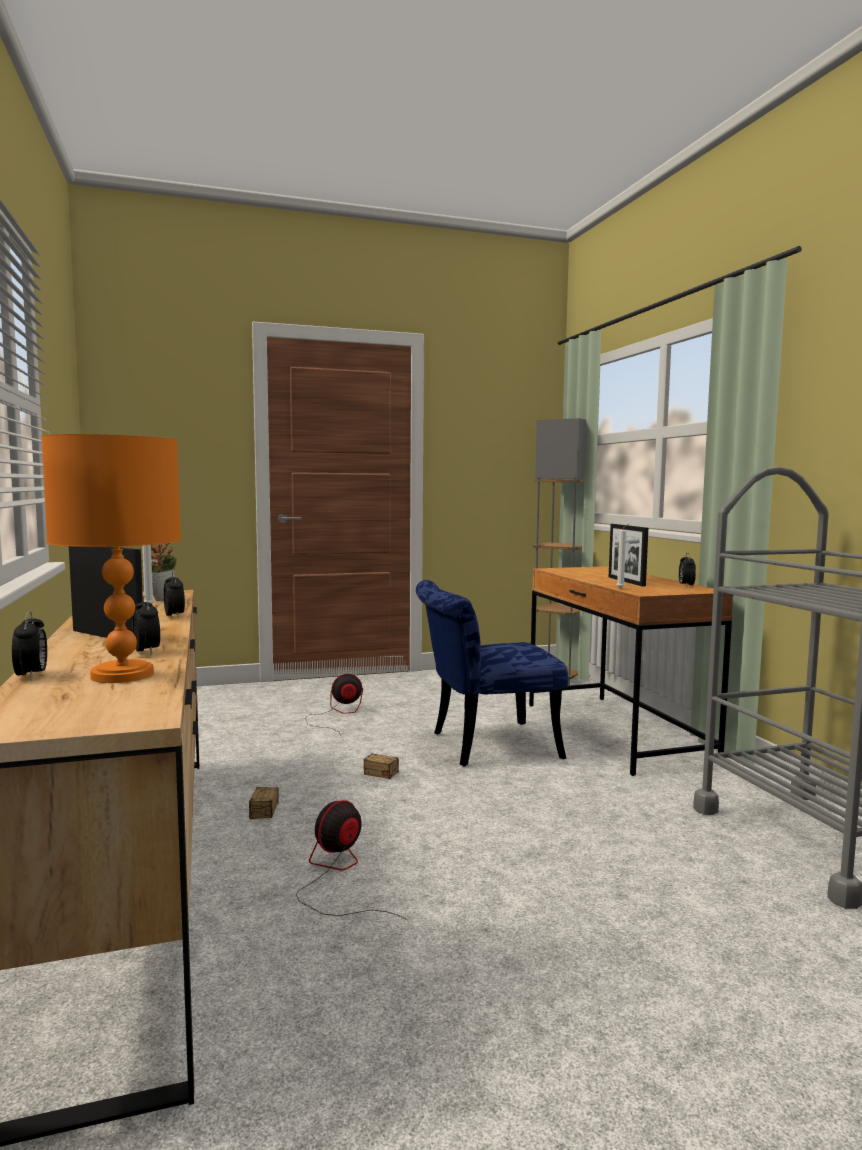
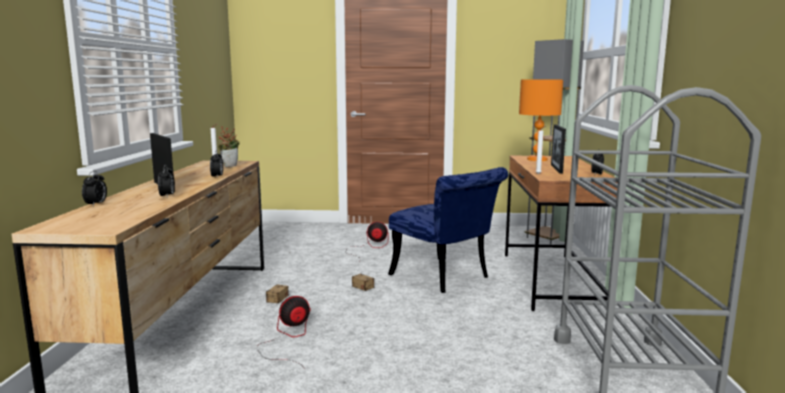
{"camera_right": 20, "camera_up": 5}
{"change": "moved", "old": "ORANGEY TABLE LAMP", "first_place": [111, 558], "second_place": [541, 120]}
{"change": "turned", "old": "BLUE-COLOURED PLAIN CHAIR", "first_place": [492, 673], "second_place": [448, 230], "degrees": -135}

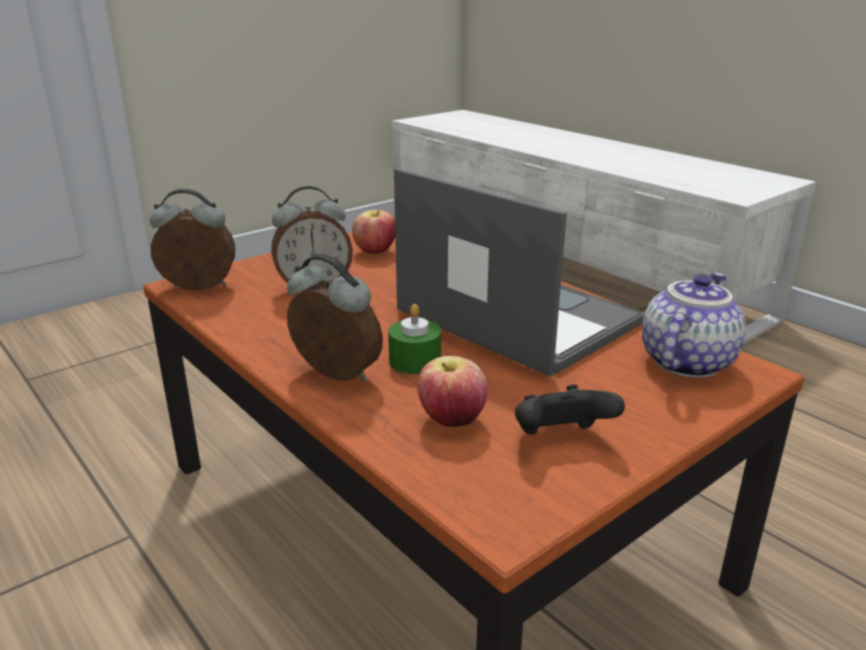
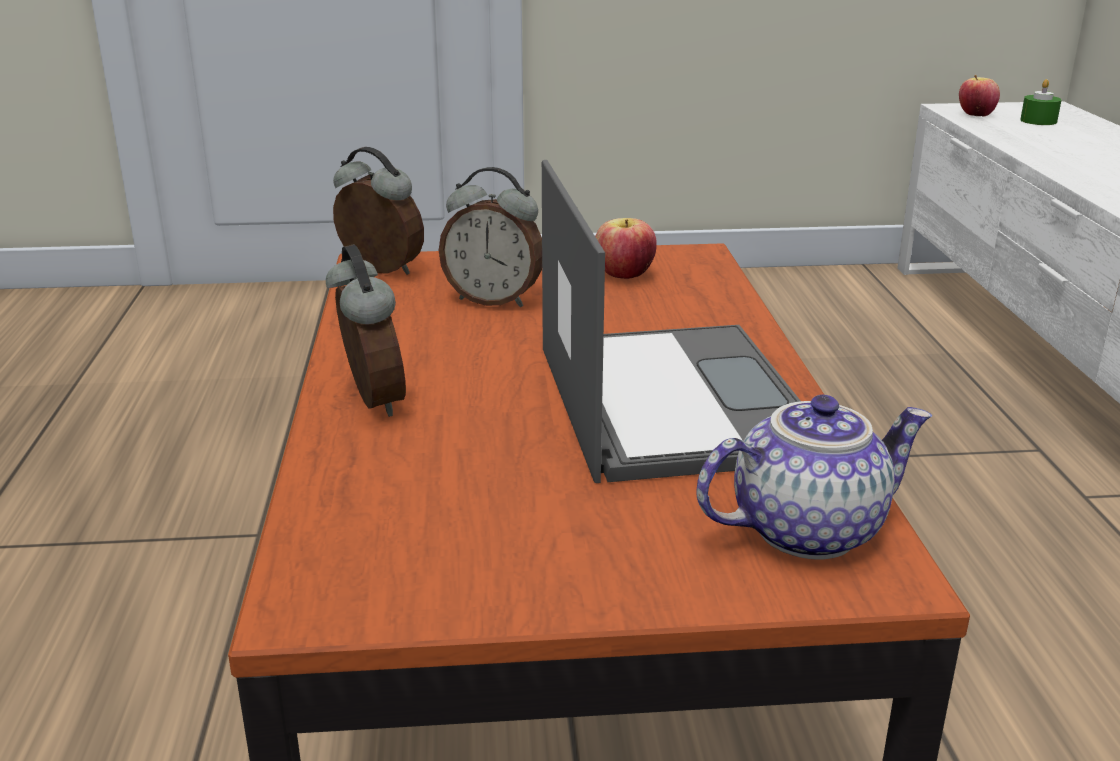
{"camera_right": 35, "camera_up": 0}
{"change": "moved", "old": "GREEN-COLOURED WAX CANDLE", "first_place": [414, 339], "second_place": [1041, 102]}
{"change": "moved", "old": "APPLE", "first_place": [452, 391], "second_place": [979, 96]}
{"change": "removed", "old": "BLACK GAME CONTROLLER", "first_place": [570, 410]}

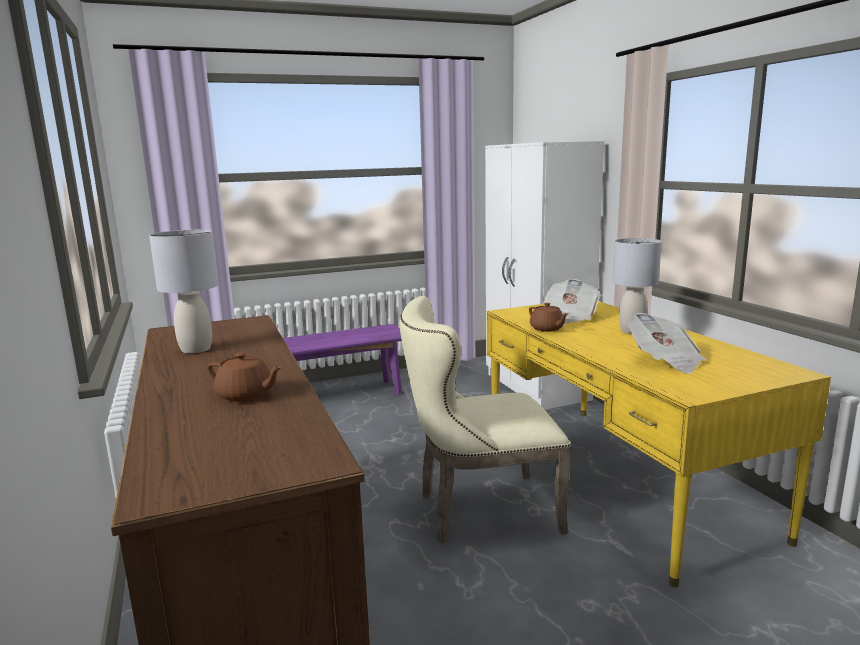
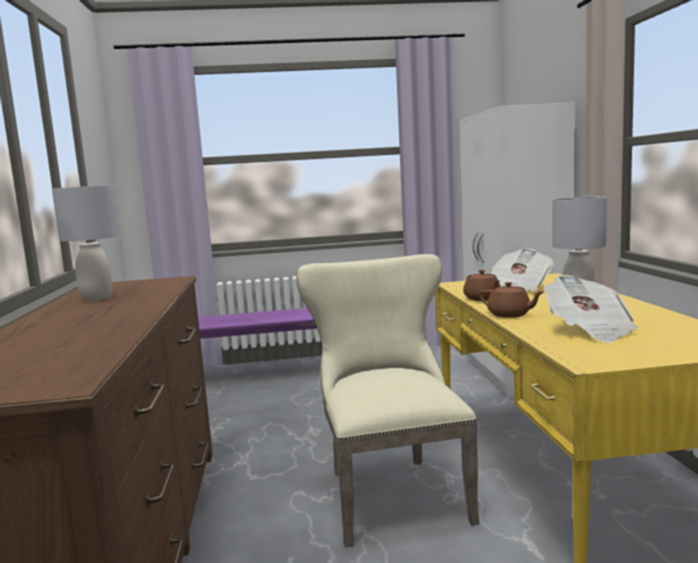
{"camera_right": 15, "camera_up": -5}
{"change": "moved", "old": "BROWNISH POT FOR TEA", "first_place": [244, 377], "second_place": [512, 300]}
{"change": "turned", "old": "BEIGE-COLOURED PLAIN CHAIR", "first_place": [485, 420], "second_place": [387, 400], "degrees": 75}

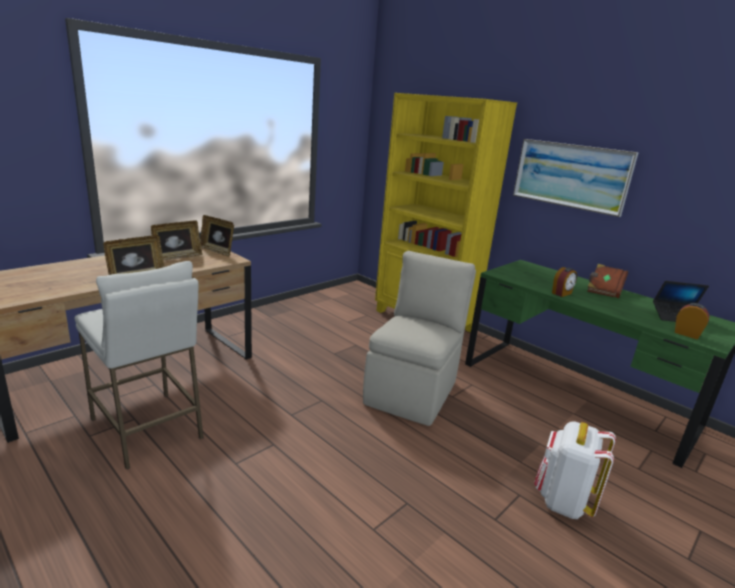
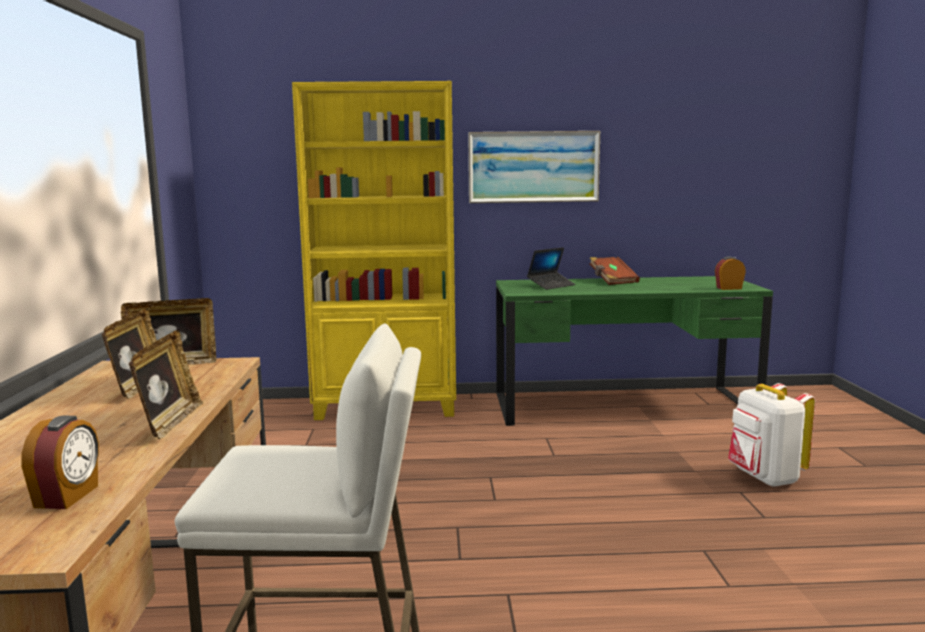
{"camera_right": -45, "camera_up": -10}
{"change": "removed", "old": "BEIGE-COLOURED PLAIN CHAIR", "first_place": [419, 338]}
{"change": "moved", "old": "BEDSIDE CLOCK", "first_place": [564, 282], "second_place": [60, 462]}
{"change": "moved", "old": "NOTEBOOK COMPUTER", "first_place": [681, 301], "second_place": [551, 268]}

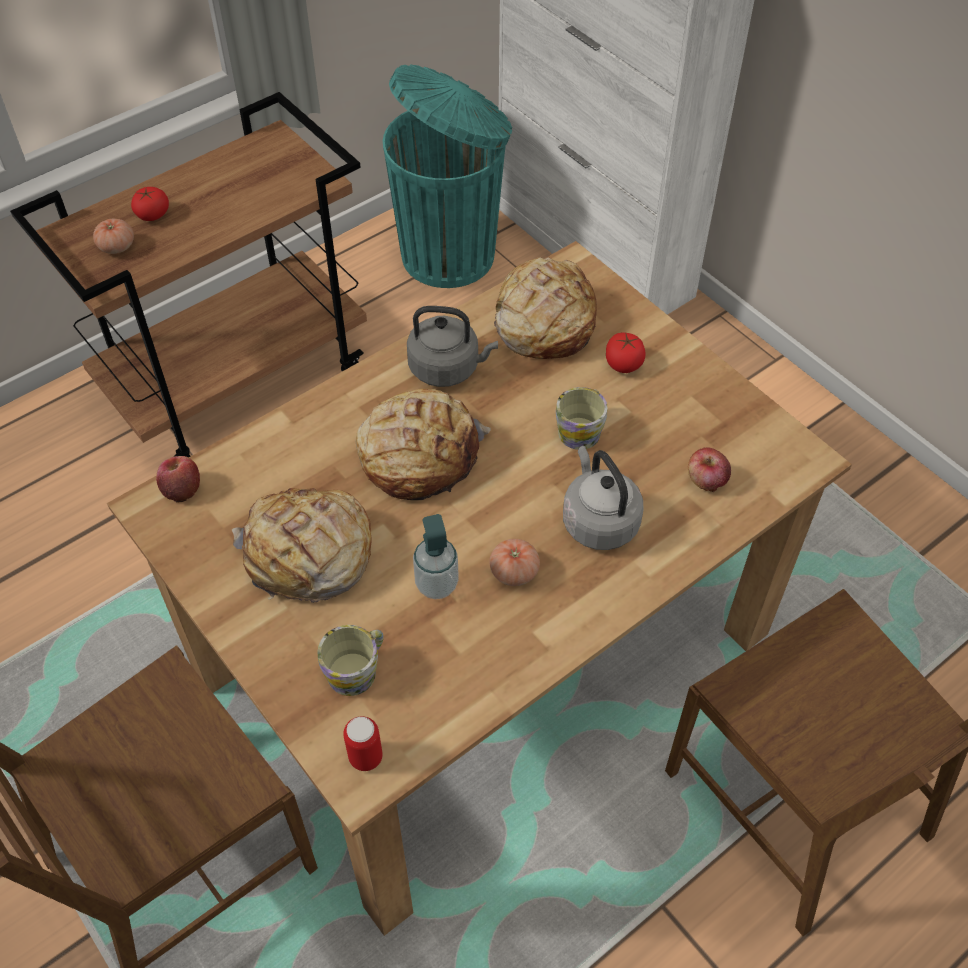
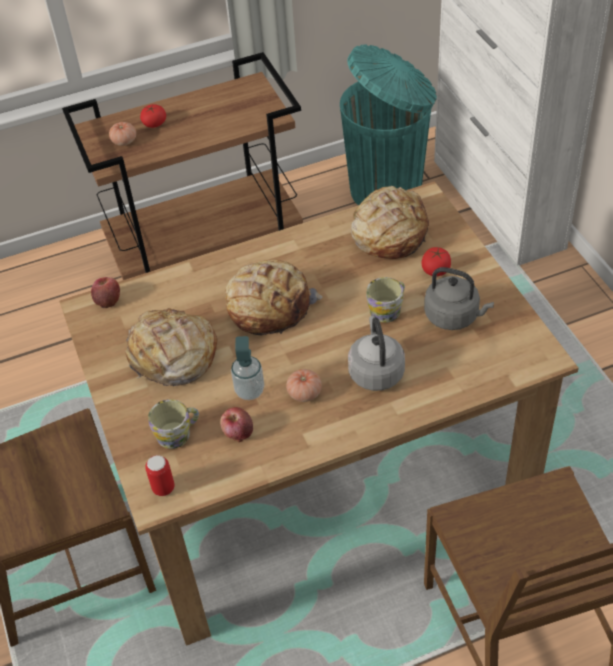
{"camera_right": 20, "camera_up": -5}
{"change": "moved", "old": "GREY TEA KETTLE", "first_place": [452, 346], "second_place": [459, 298]}
{"change": "moved", "old": "APPLE", "first_place": [709, 469], "second_place": [236, 424]}

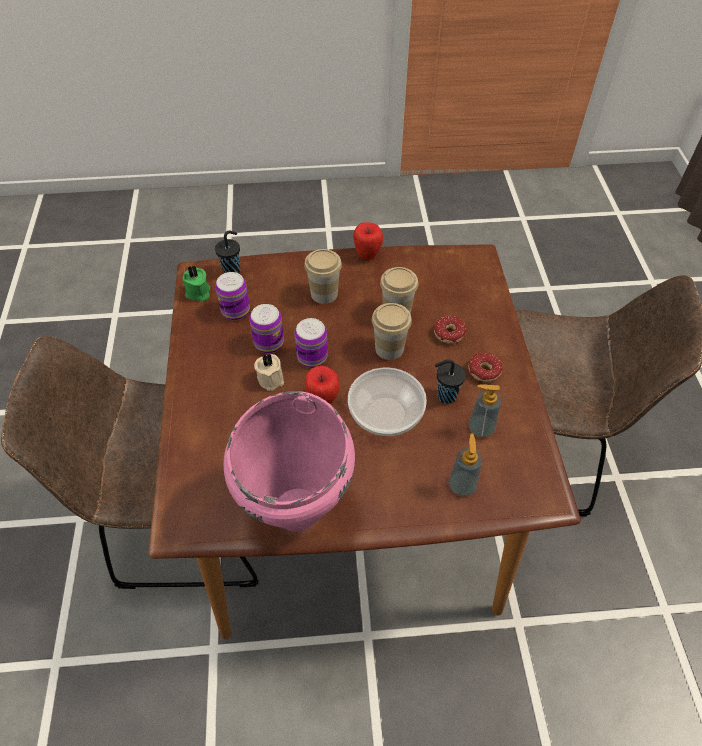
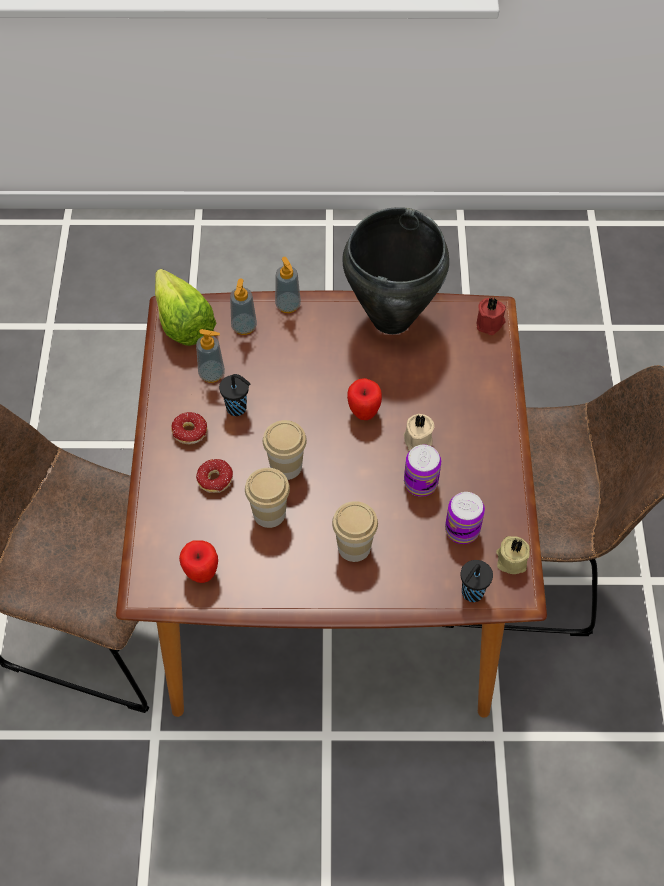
{"camera_right": -175, "camera_up": 5}
{"change": "recoloured", "old": "GREEN-COLOURED WAX CANDLE", "new": "BEIGE-COLOURED WAX CANDLE", "first_place": [196, 284], "second_place": [513, 555]}
{"change": "recoloured", "old": "PINK SAUCEPOT", "new": "BLACK SAUCEPOT", "first_place": [289, 461], "second_place": [396, 270]}
{"change": "removed", "old": "CAN", "first_place": [311, 343]}
{"change": "removed", "old": "SERVING BOWL", "first_place": [387, 401]}
{"change": "moved", "old": "APPLE", "first_place": [368, 241], "second_place": [198, 561]}
{"change": "added", "new": "HEAD OF LETTUCE", "second_place": [185, 307]}
{"change": "added", "new": "SOAP DISPENSER", "second_place": [288, 285]}
{"change": "added", "new": "RED WAX CANDLE", "second_place": [491, 316]}

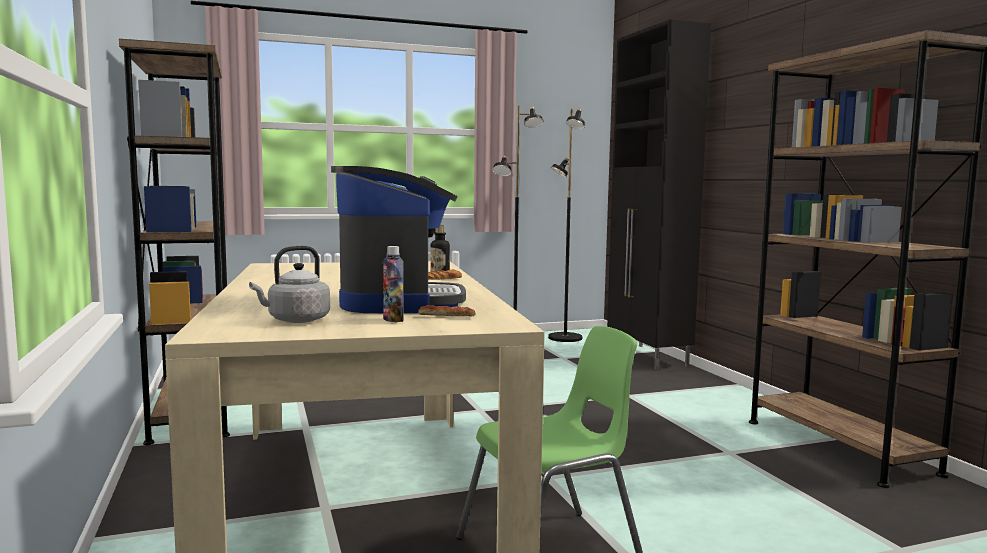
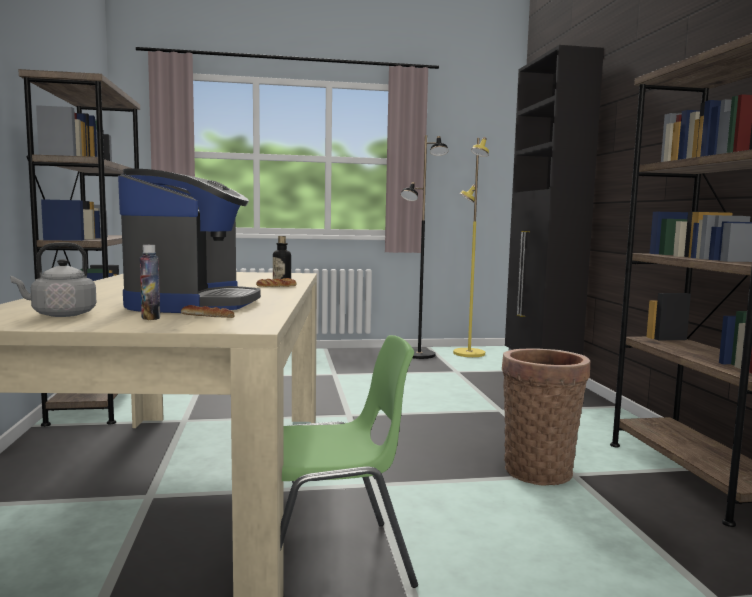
{"camera_right": 10, "camera_up": 0}
{"change": "recoloured", "old": "BLACK FLOOR LAMP", "new": "YELLOW FLOOR LAMP", "first_place": [566, 225], "second_place": [471, 247]}
{"change": "added", "new": "HOUSEHOLD BASKET", "second_place": [546, 417]}

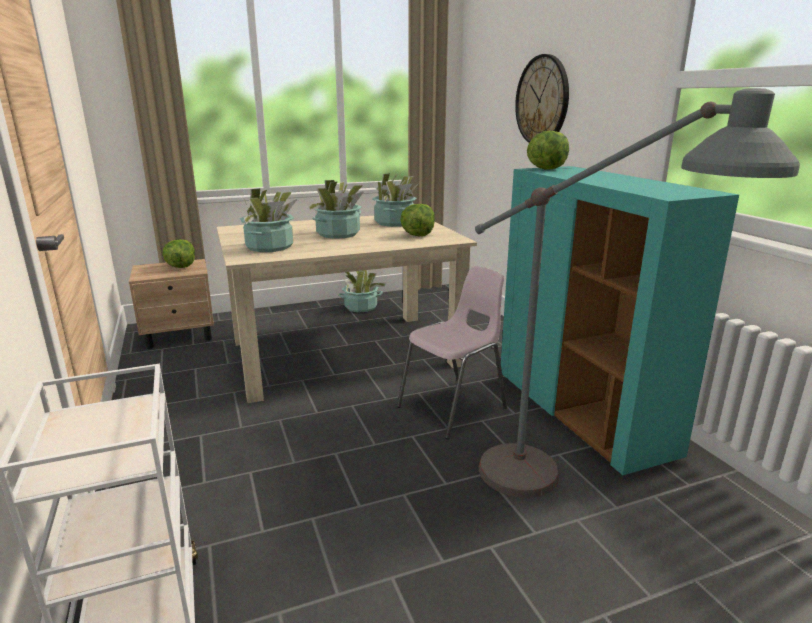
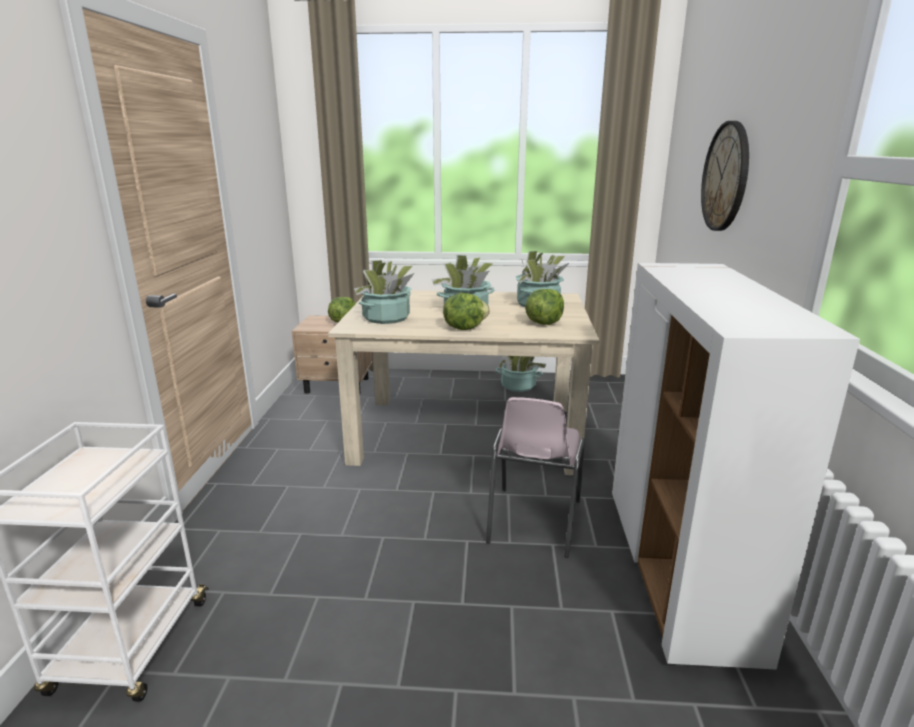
{"camera_right": 25, "camera_up": 0}
{"change": "turned", "old": "PINK PLAIN CHAIR", "first_place": [452, 352], "second_place": [535, 477], "degrees": 120}
{"change": "removed", "old": "GREY FLOOR LAMP", "first_place": [637, 293]}
{"change": "recoloured", "old": "TURQUOISE-COLOURED STORAGE CABINET", "new": "WHITE-COLOURED STORAGE CABINET", "first_place": [620, 320], "second_place": [736, 466]}
{"change": "moved", "old": "HEAD OF LETTUCE", "first_place": [548, 150], "second_place": [466, 311]}

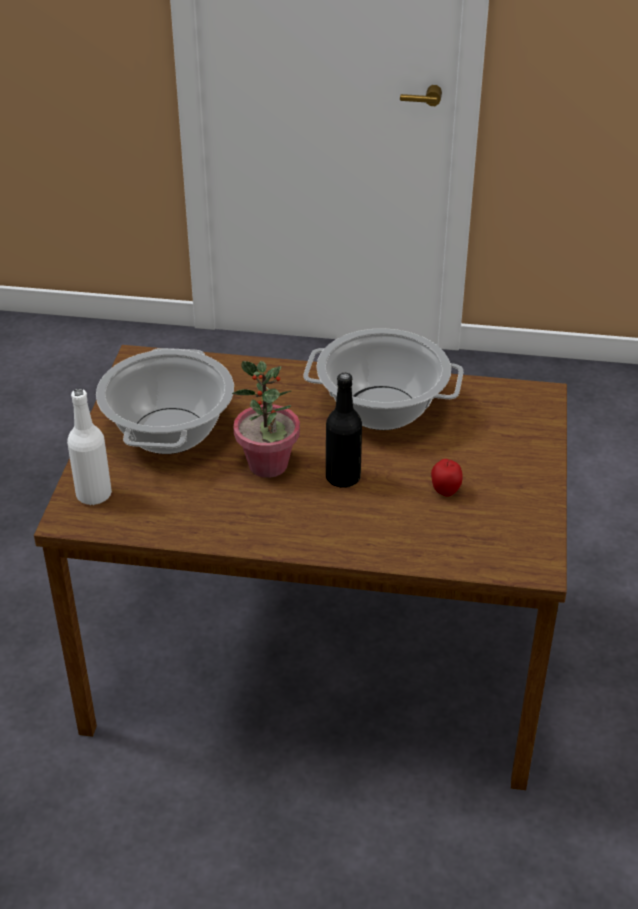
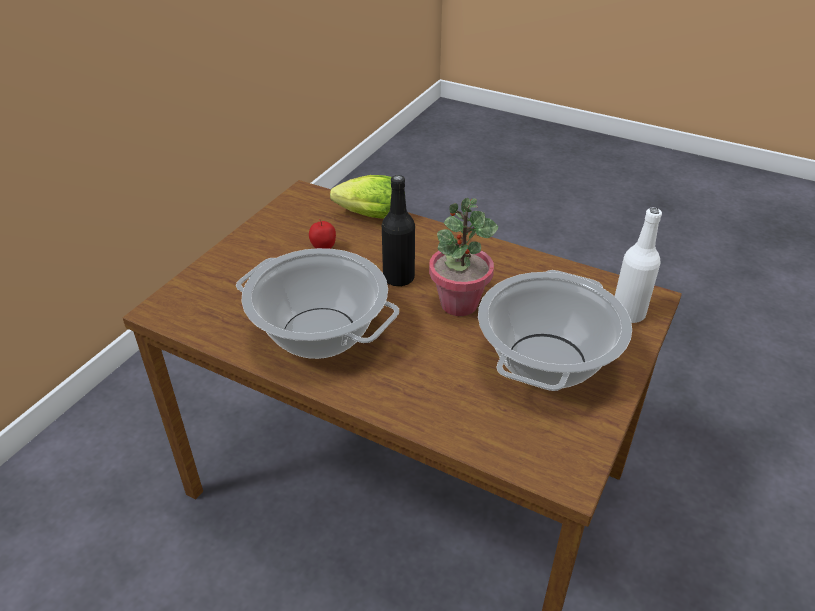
{"camera_right": -160, "camera_up": 0}
{"change": "added", "new": "HEAD OF LETTUCE", "second_place": [361, 197]}

